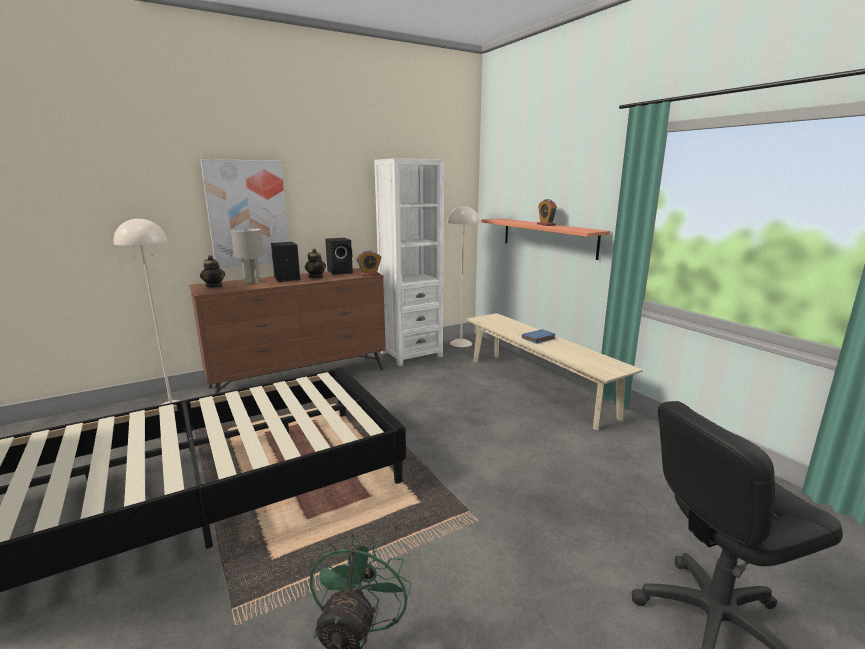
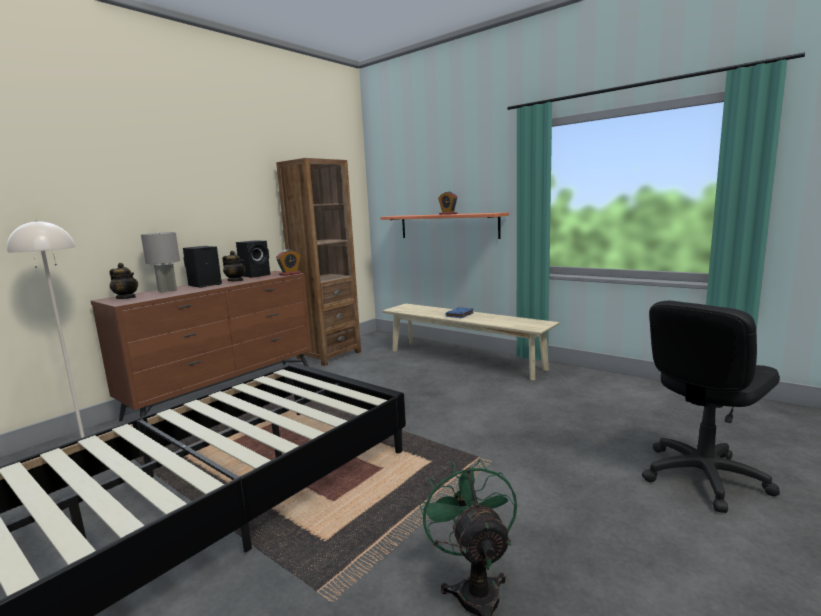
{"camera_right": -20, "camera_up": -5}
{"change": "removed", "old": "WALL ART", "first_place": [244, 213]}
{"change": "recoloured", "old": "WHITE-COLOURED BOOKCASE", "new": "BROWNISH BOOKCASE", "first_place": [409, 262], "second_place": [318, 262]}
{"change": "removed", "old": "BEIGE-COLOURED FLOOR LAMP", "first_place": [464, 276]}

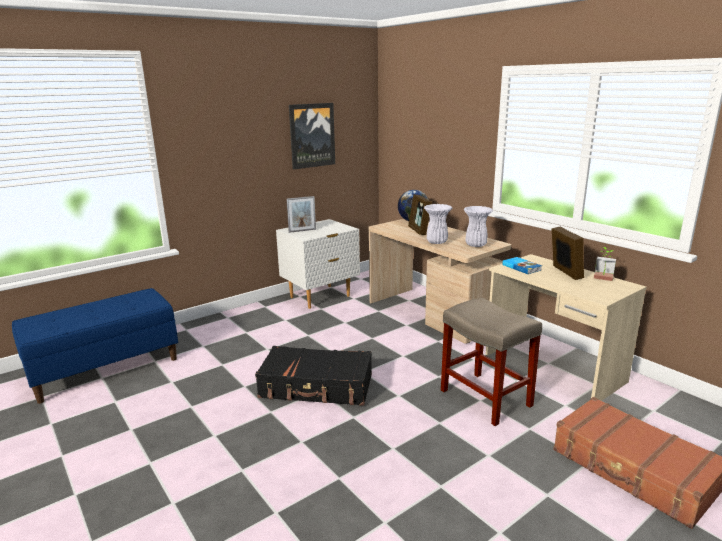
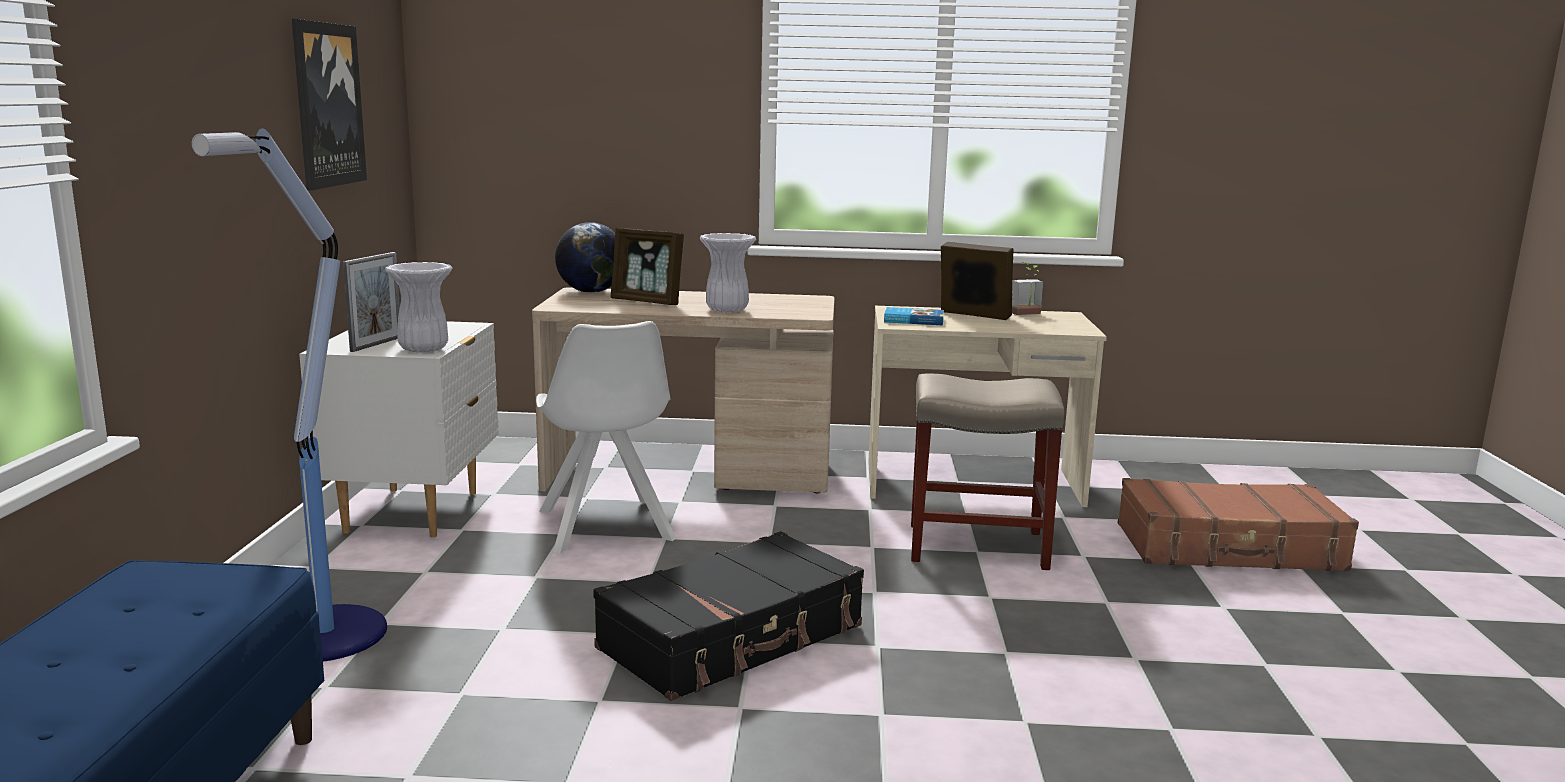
{"camera_right": -50, "camera_up": -5}
{"change": "moved", "old": "WHITE-COLOURED VASE", "first_place": [478, 226], "second_place": [418, 307]}
{"change": "added", "new": "FLOOR LAMP", "second_place": [289, 395]}
{"change": "added", "new": "WHITE-COLOURED PLAIN CHAIR", "second_place": [606, 437]}

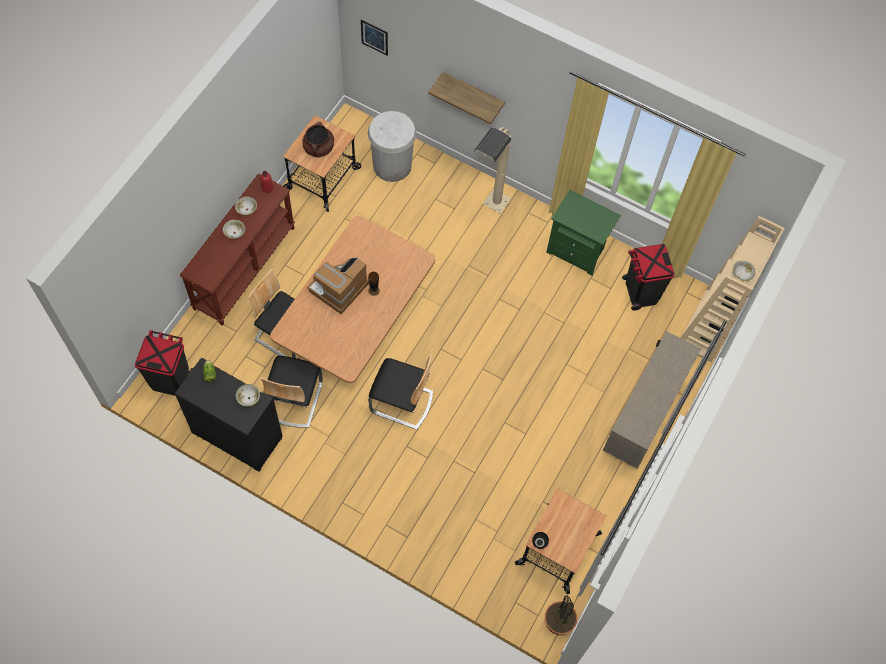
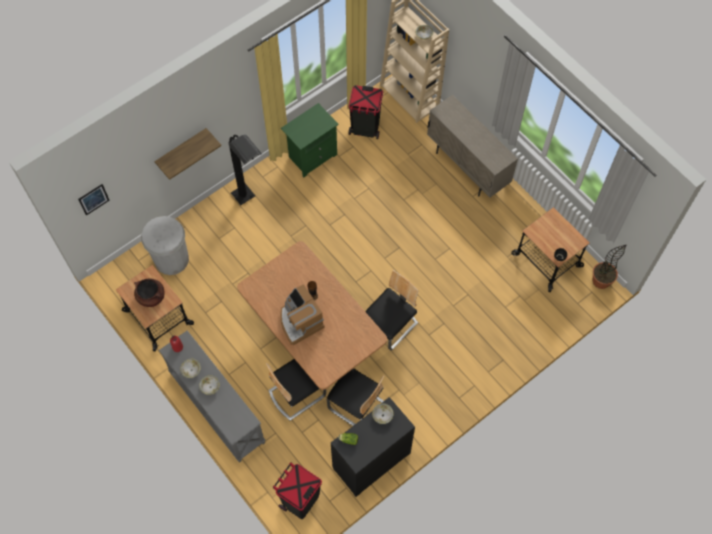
{"camera_right": -65, "camera_up": 0}
{"change": "recoloured", "old": "BROWNISH NARROW TABLE", "new": "GREY NARROW TABLE", "first_place": [237, 249], "second_place": [212, 396]}
{"change": "recoloured", "old": "BEIGE-COLOURED FLOOR LAMP", "new": "BLACK FLOOR LAMP", "first_place": [493, 170], "second_place": [245, 169]}

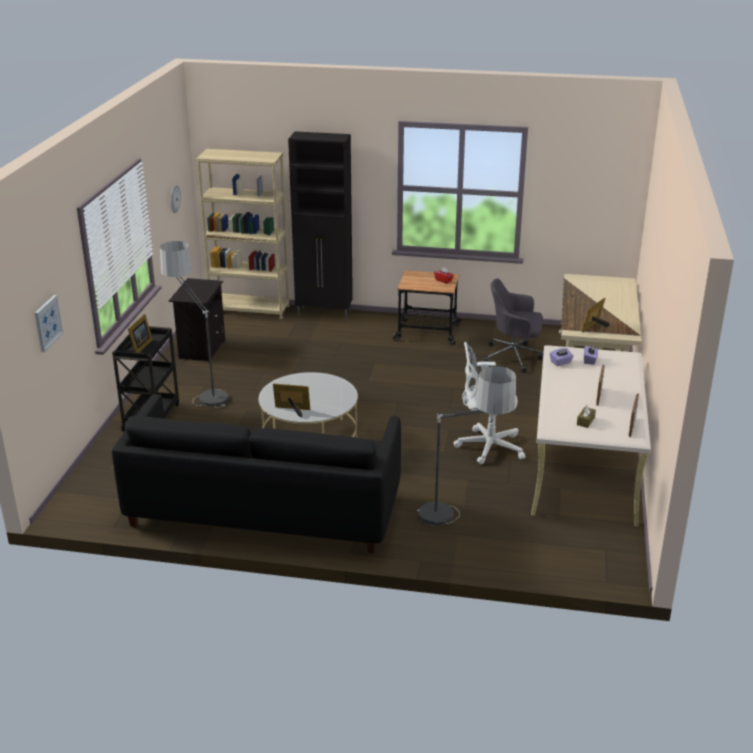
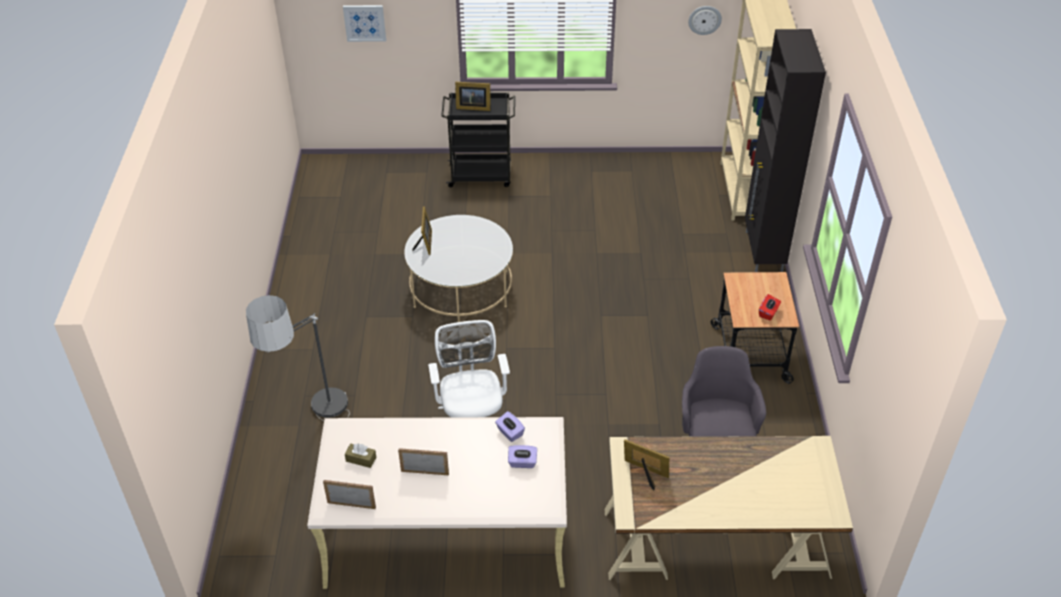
{"camera_right": 80, "camera_up": 15}
{"change": "removed", "old": "BLACK SOFA", "first_place": [256, 474]}
{"change": "removed", "old": "FLOOR LAMP", "first_place": [194, 324]}
{"change": "removed", "old": "BLACK NIGHTSTAND", "first_place": [197, 320]}

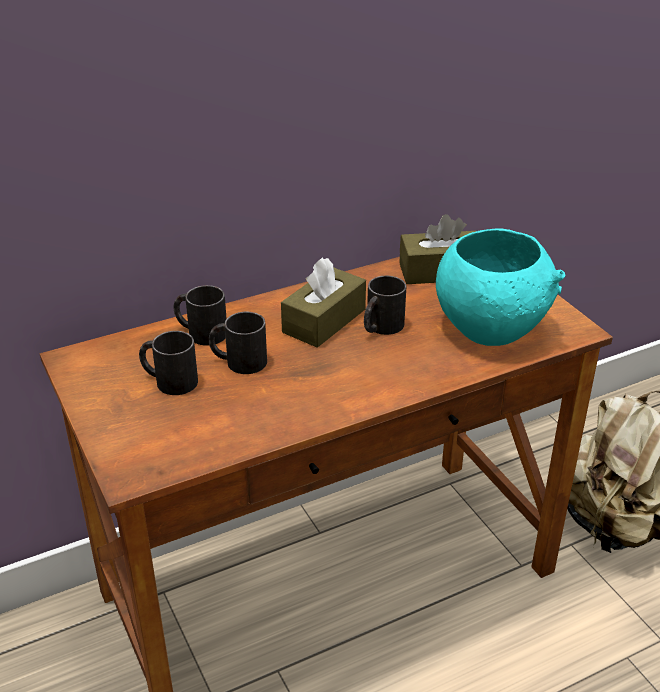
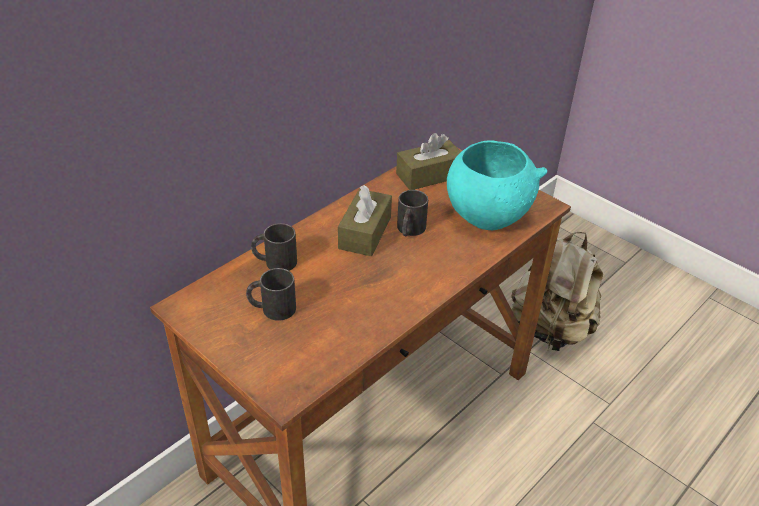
{"camera_right": -20, "camera_up": 5}
{"change": "removed", "old": "BLACK MUG", "first_place": [238, 343]}

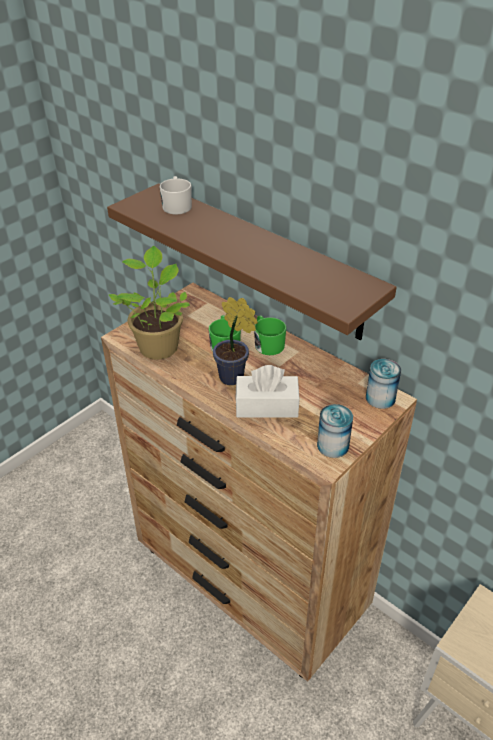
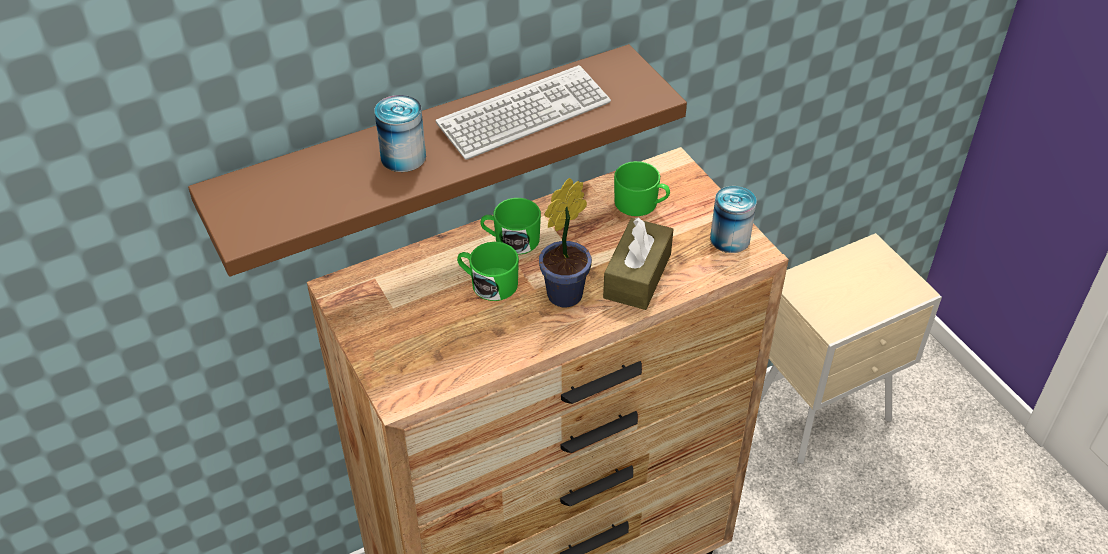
{"camera_right": -70, "camera_up": 5}
{"change": "removed", "old": "HOUSEPLANT", "first_place": [149, 303]}
{"change": "removed", "old": "WHITE-COLOURED MUG", "first_place": [175, 195]}
{"change": "recoloured", "old": "WHITE-COLOURED TISSUE HOLDER", "new": "BROWNISH TISSUE HOLDER", "first_place": [267, 391], "second_place": [638, 263]}
{"change": "moved", "old": "CAN", "first_place": [383, 384], "second_place": [400, 133]}
{"change": "added", "new": "KEYBOARD", "second_place": [523, 112]}
{"change": "added", "new": "GREEN-COLOURED MUG", "second_place": [642, 188]}

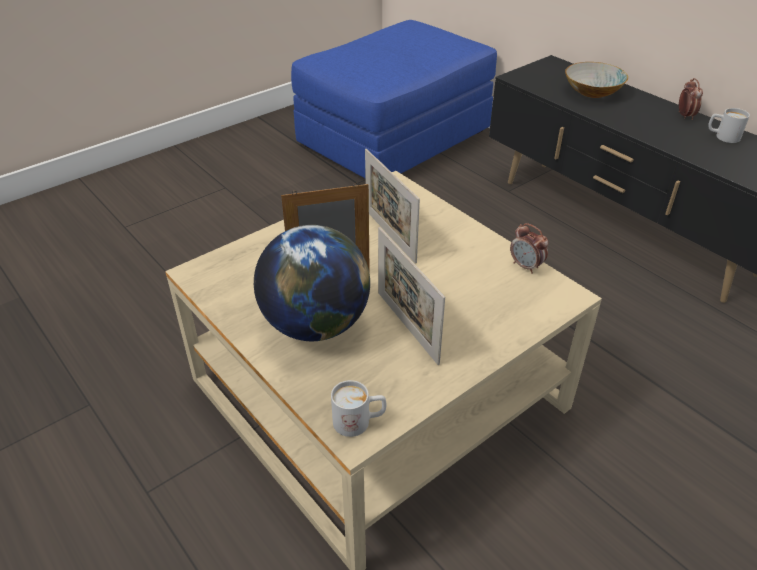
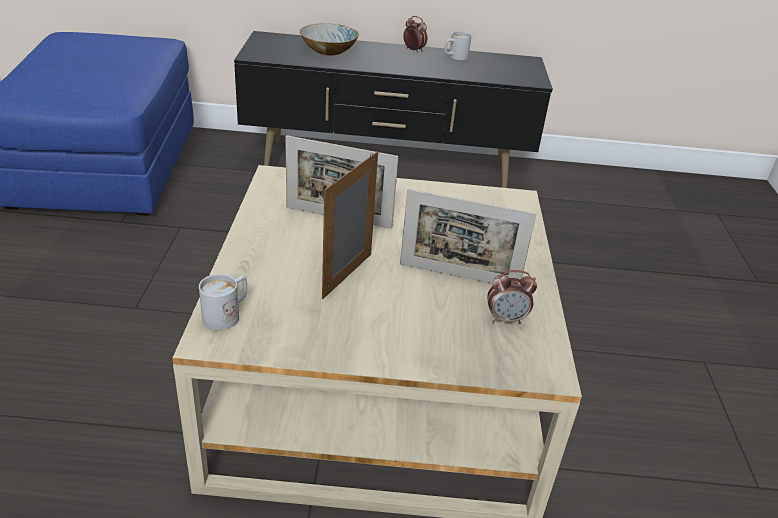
{"camera_right": -50, "camera_up": -5}
{"change": "removed", "old": "WORLD GLOBE", "first_place": [312, 283]}
{"change": "moved", "old": "WHITE-COLOURED MUG", "first_place": [358, 408], "second_place": [223, 302]}
{"change": "moved", "old": "BEDSIDE CLOCK", "first_place": [529, 248], "second_place": [512, 297]}

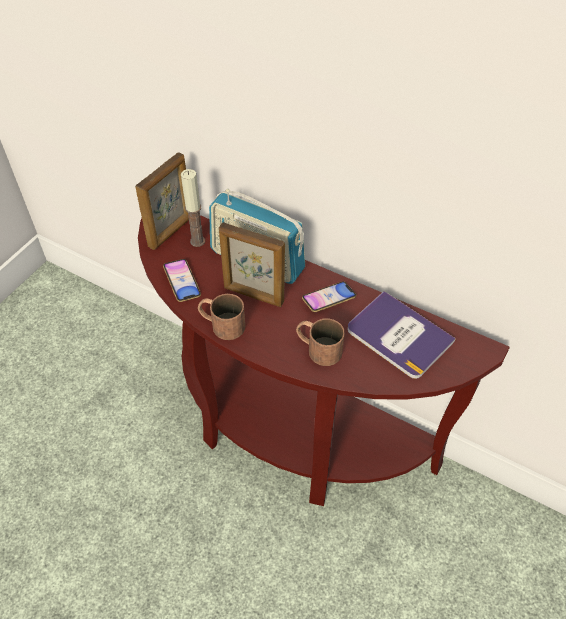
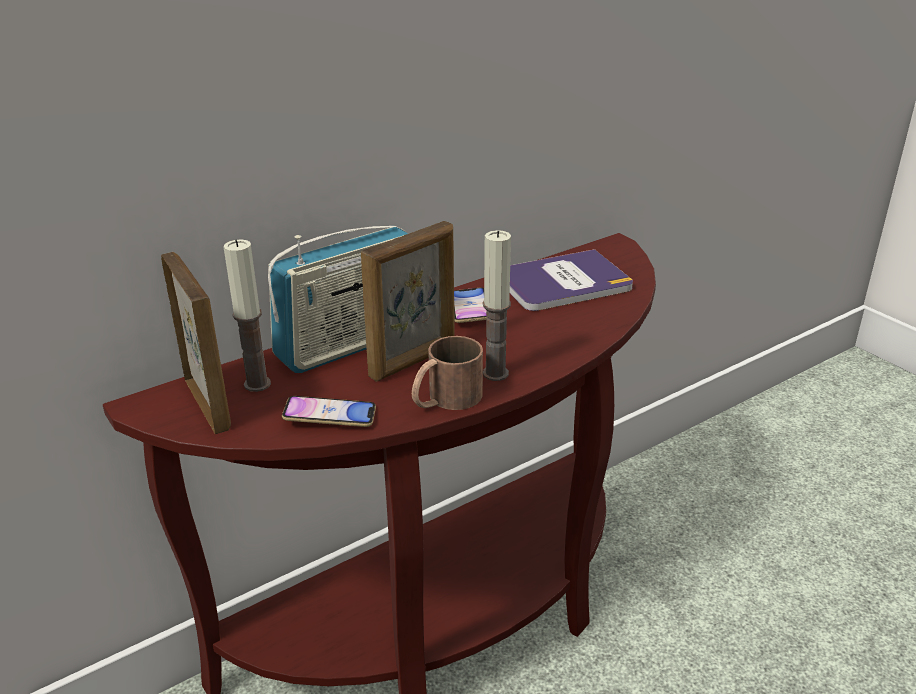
{"camera_right": -65, "camera_up": -20}
{"change": "removed", "old": "BROWNISH MUG", "first_place": [320, 342]}
{"change": "added", "new": "WAX CANDLE", "second_place": [497, 305]}

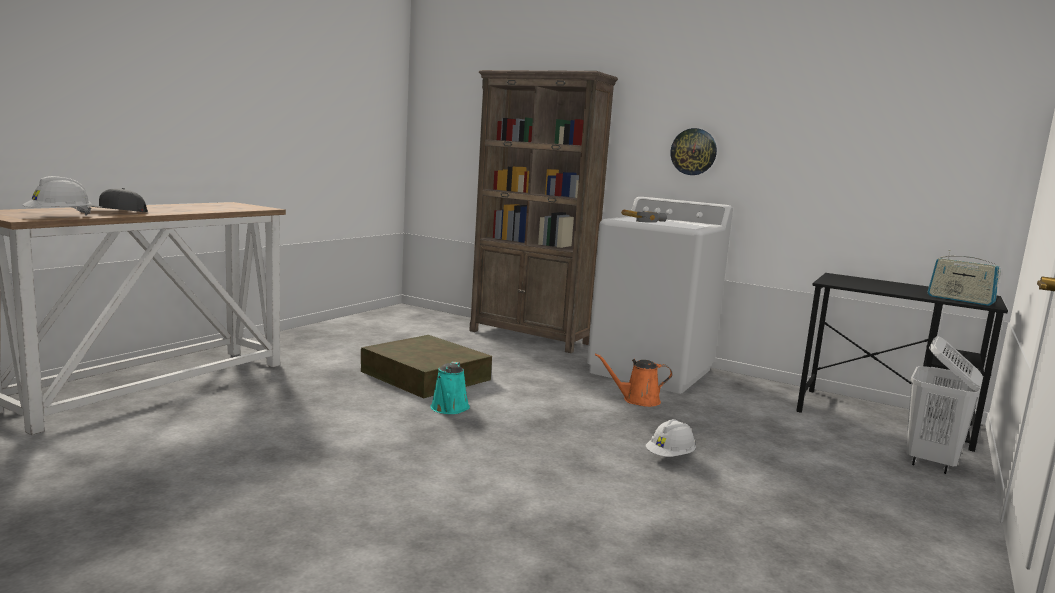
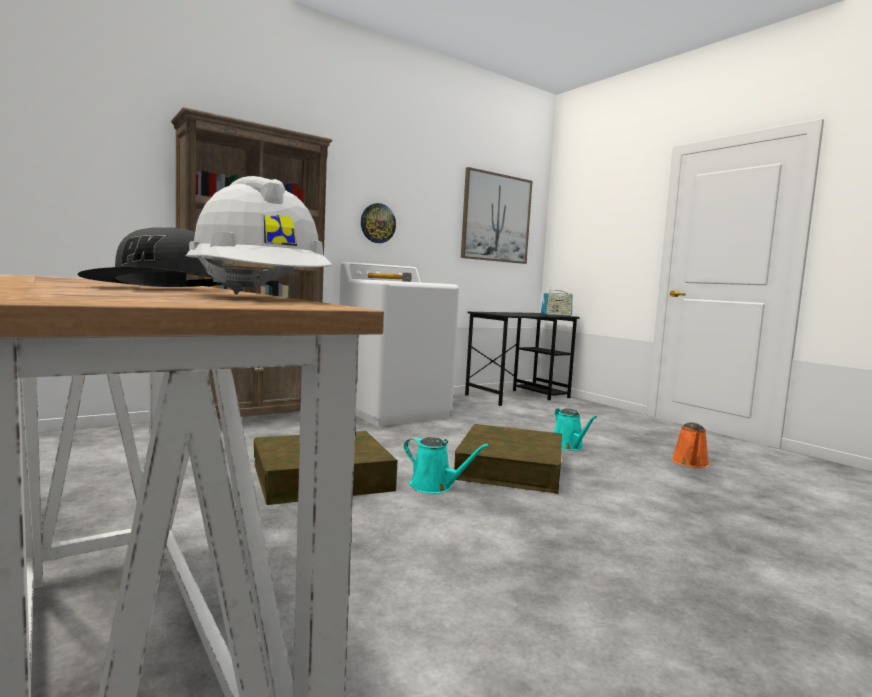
{"camera_right": -65, "camera_up": -5}
{"change": "moved", "old": "ORANGEY WATERING POT", "first_place": [634, 380], "second_place": [691, 445]}
{"change": "replaced", "old": "WHITE-COLOURED SAFETY HELMET", "new": "TURQUOISE-COLOURED WATERING POT", "first_place": [671, 438], "second_place": [575, 429]}
{"change": "removed", "old": "WHITE-COLOURED WASHING BASKET", "first_place": [944, 405]}
{"change": "added", "new": "BROWNISH STORAGE BOX", "second_place": [508, 459]}
{"change": "added", "new": "WALL ART", "second_place": [496, 215]}

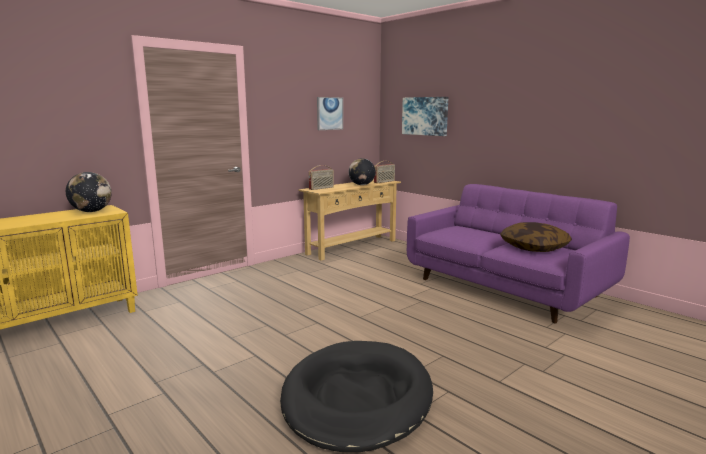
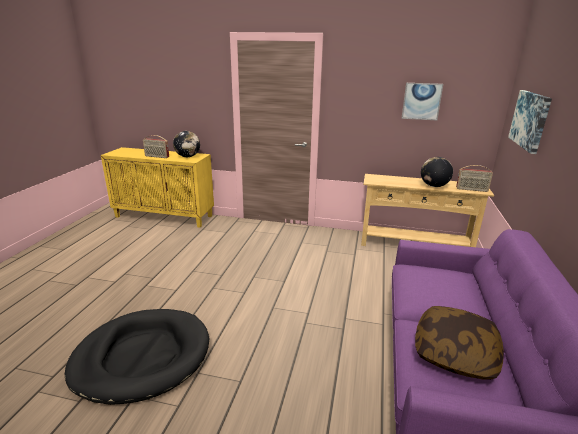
{"camera_right": 55, "camera_up": 10}
{"change": "moved", "old": "RADIO SET", "first_place": [321, 177], "second_place": [156, 146]}

